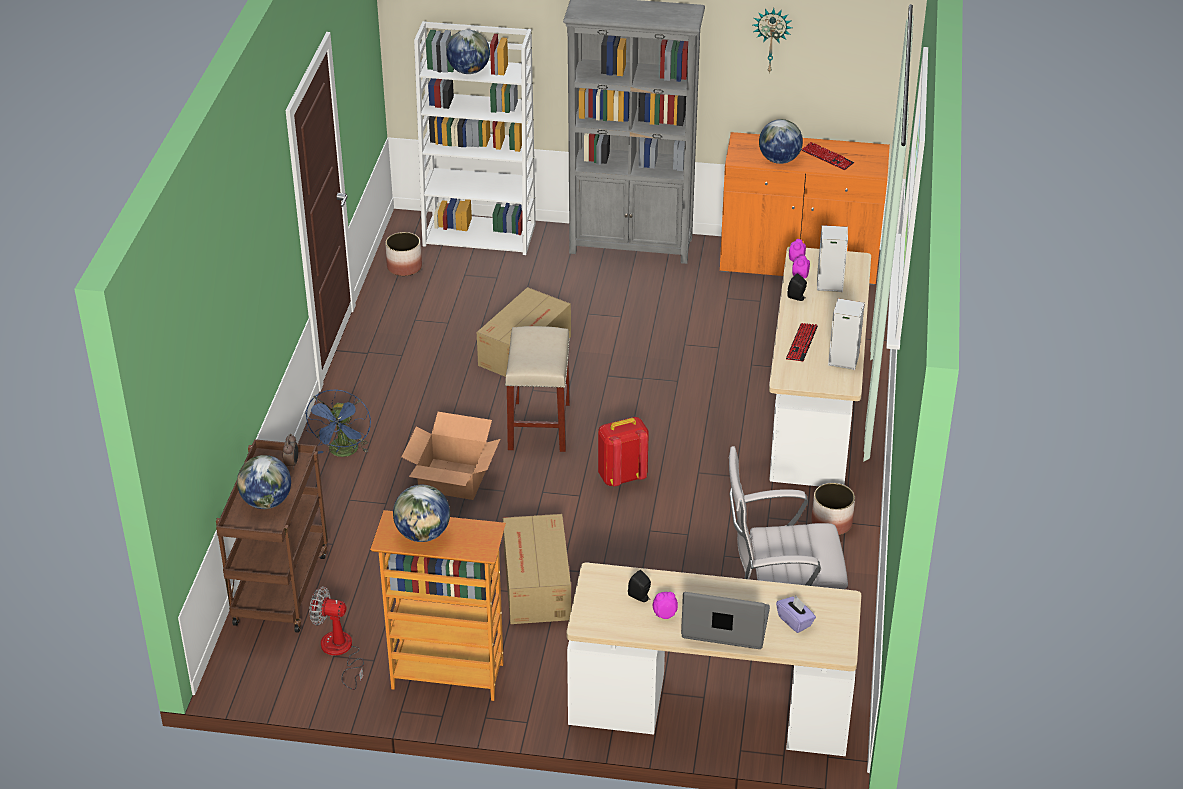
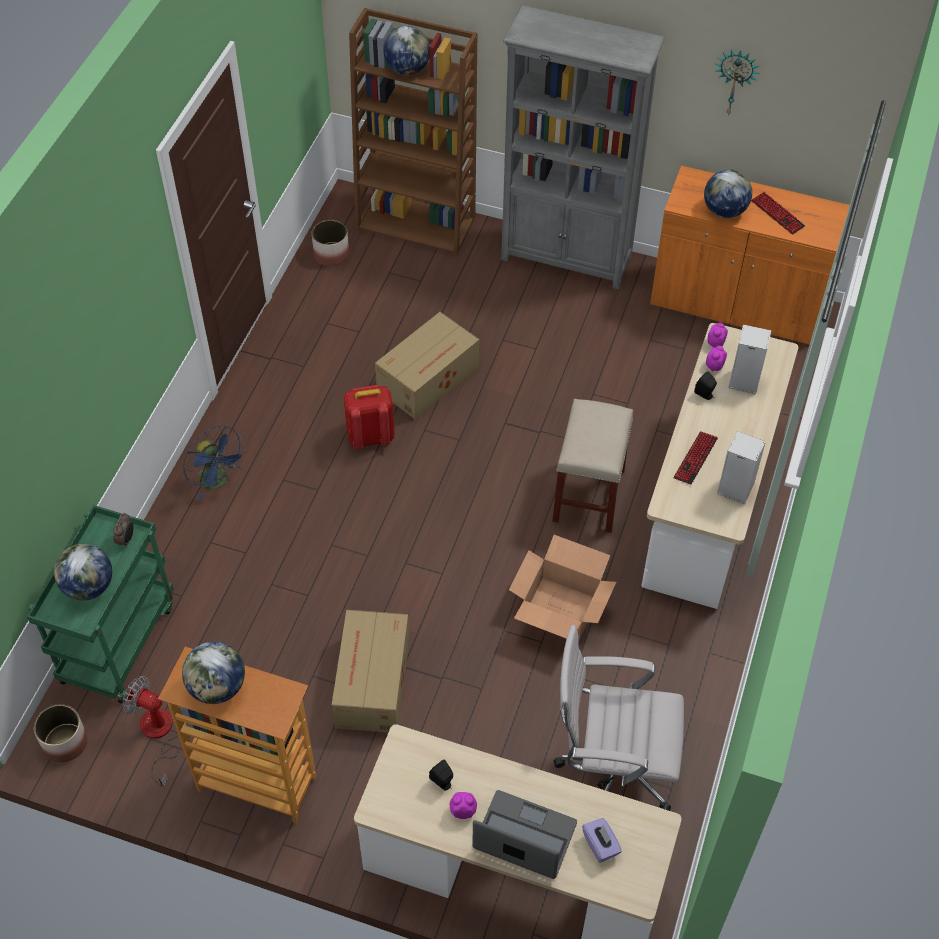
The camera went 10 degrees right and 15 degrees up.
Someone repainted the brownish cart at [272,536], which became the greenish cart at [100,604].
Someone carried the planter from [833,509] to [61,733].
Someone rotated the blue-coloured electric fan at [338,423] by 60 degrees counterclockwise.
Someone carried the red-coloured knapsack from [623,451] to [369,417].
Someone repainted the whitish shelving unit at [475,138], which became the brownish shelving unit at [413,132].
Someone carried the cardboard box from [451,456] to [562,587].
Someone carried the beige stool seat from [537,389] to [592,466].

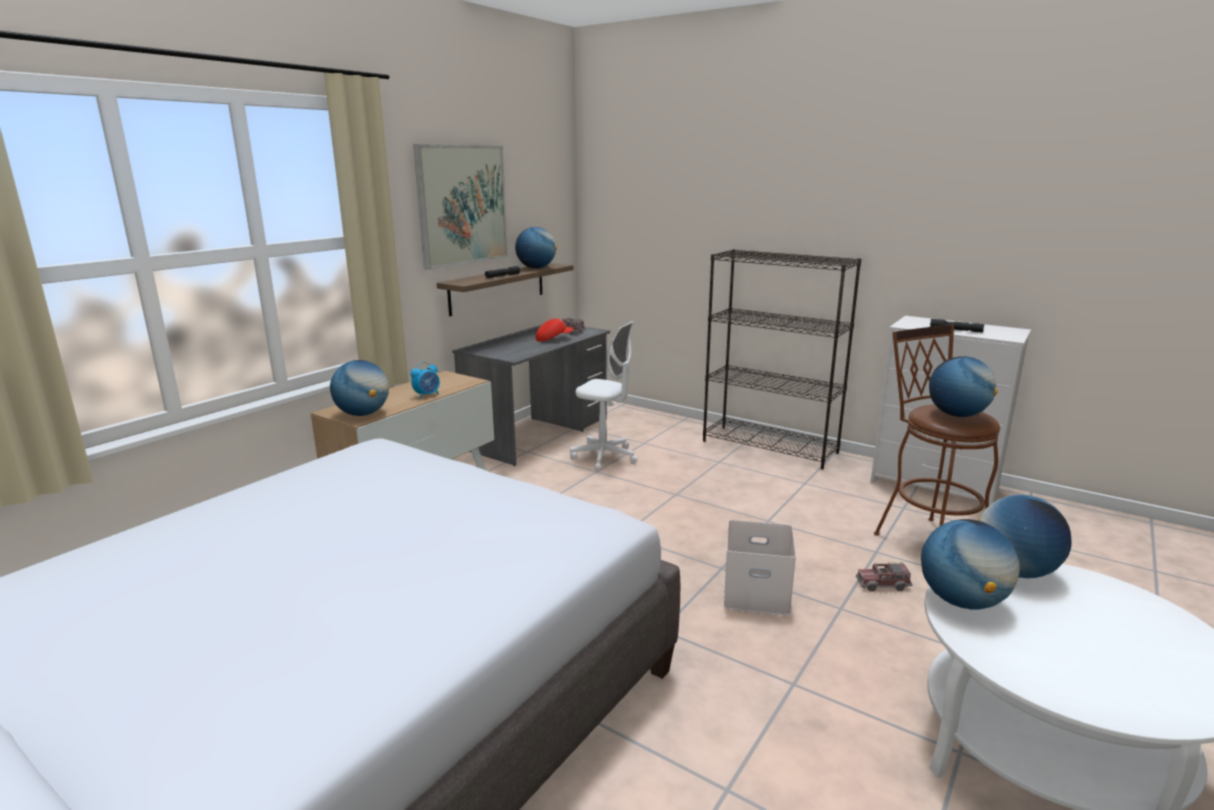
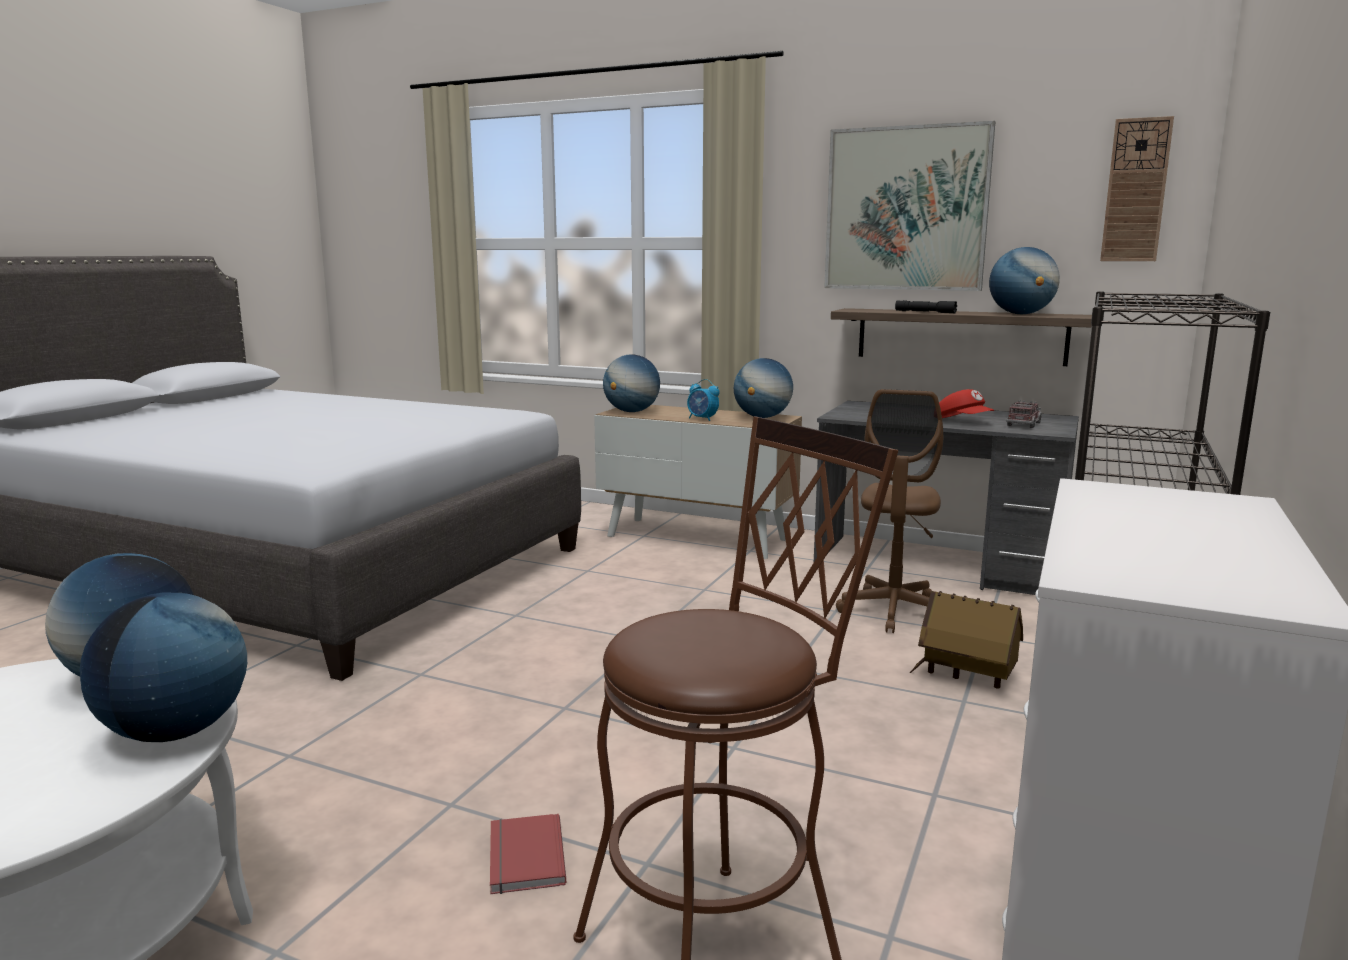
The camera went 80 degrees right and 5 degrees down.
Someone swapped the model truck at [884,577] for the red-coloured book at [528,854].
Someone carried the globe from [963,386] to [763,388].
Someone repainted the whitish office chair at [603,396], which became the brownish office chair at [889,511].
Someone put down the miniature house at [966,640].
Someone put up the wall clock at [1137,188].
Someone took away the whitish storage box at [759,568].
Someone took away the blackish flashlight at [957,325].

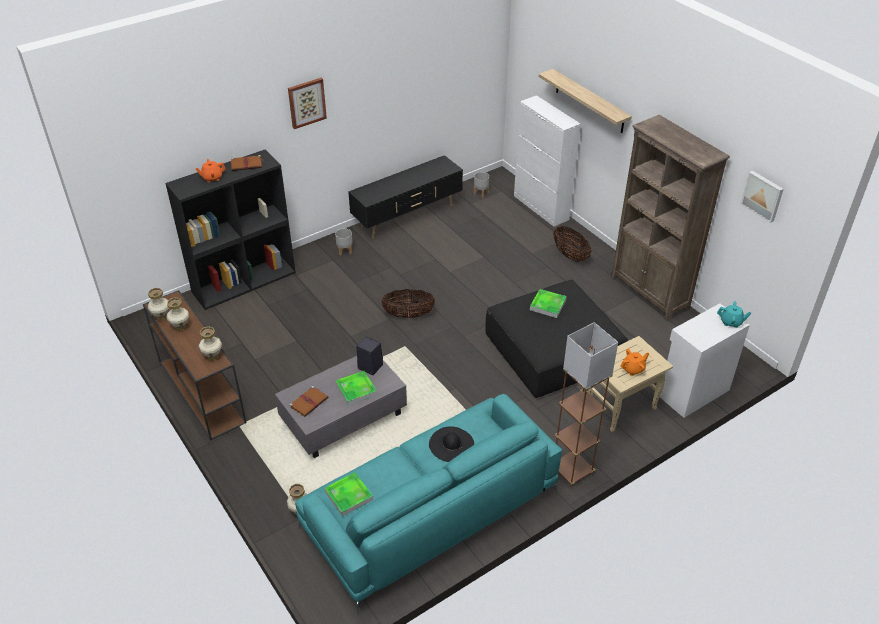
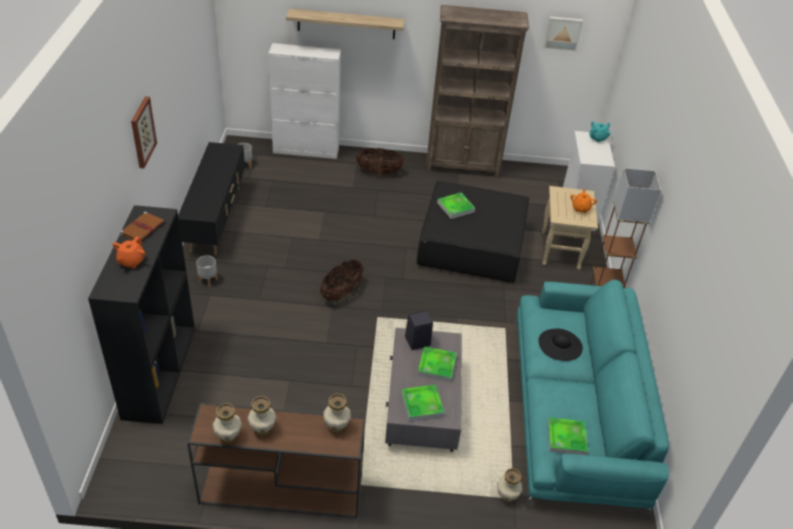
The camera went 55 degrees left and 0 degrees up.
Someone swapped the brownish book at [308,401] for the serving tray at [423,403].

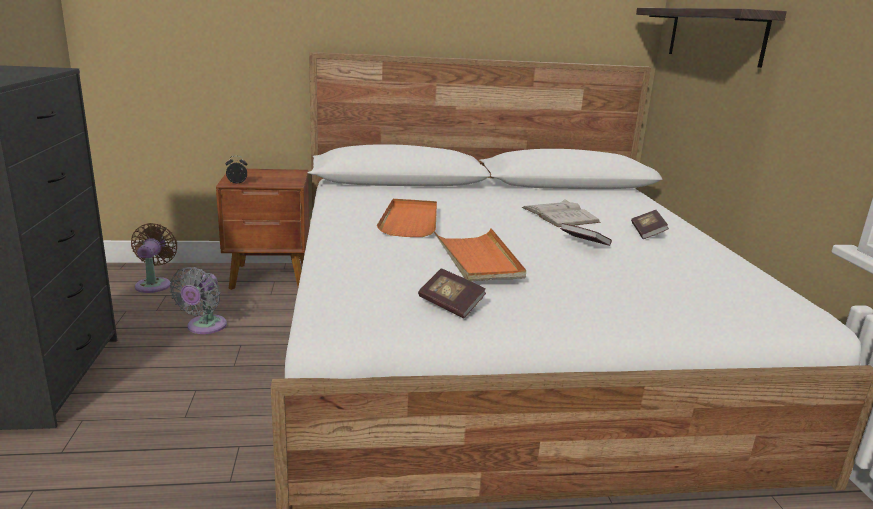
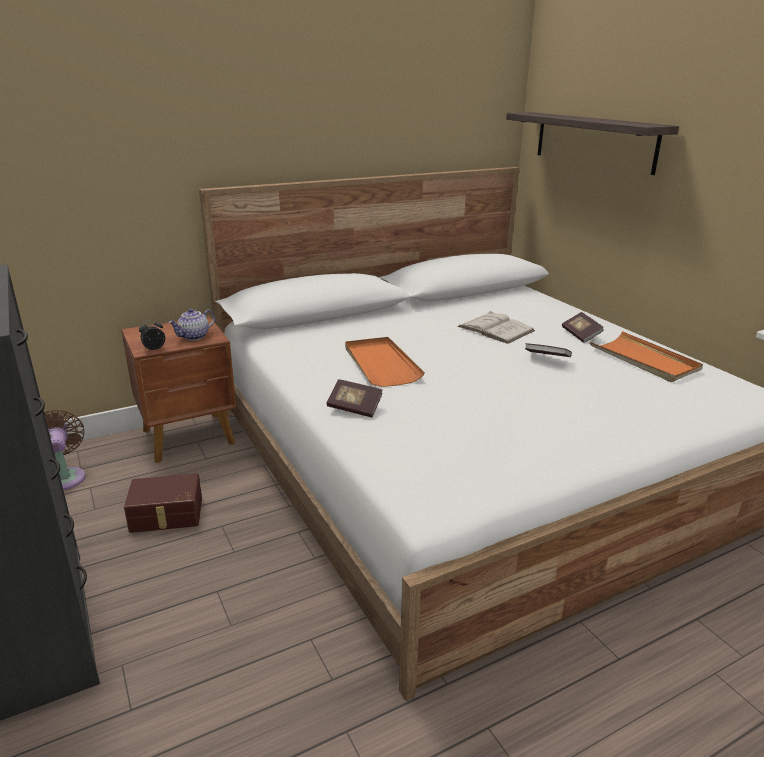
The camera went 20 degrees left and 5 degrees up.
Someone swapped the gray electric fan at [198,300] for the brownish storage box at [163,503].
Someone put down the teapot at [191,325].
Someone carried the book from [452,293] to [354,398].
Someone carried the orange-coloured serving tray from [479,254] to [646,356].

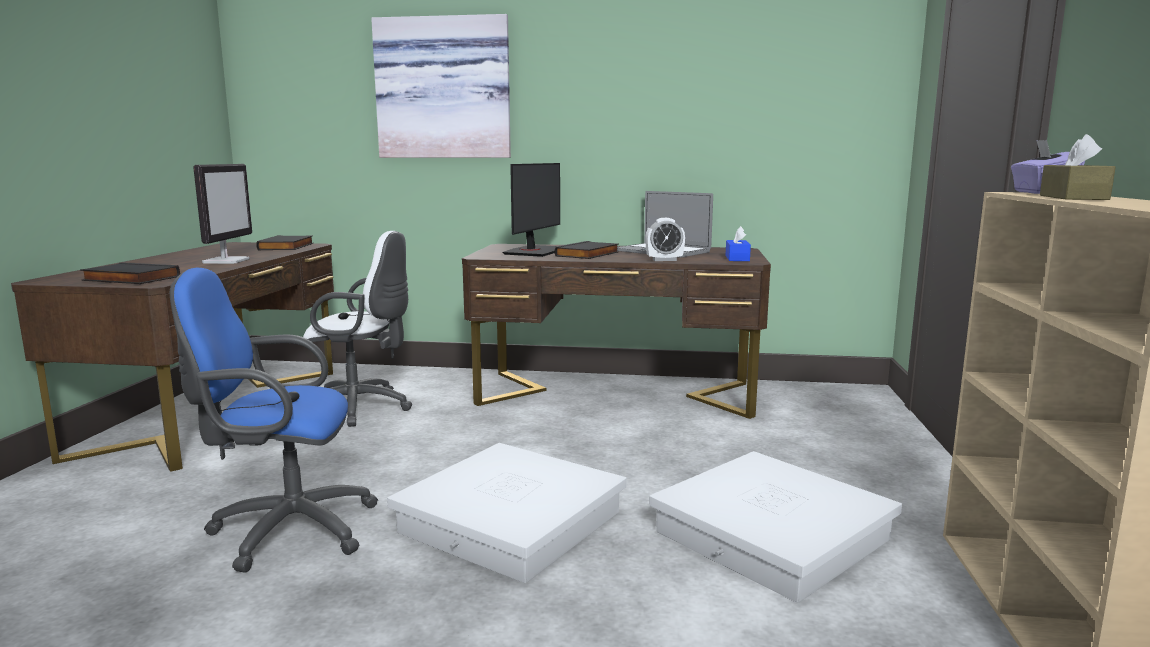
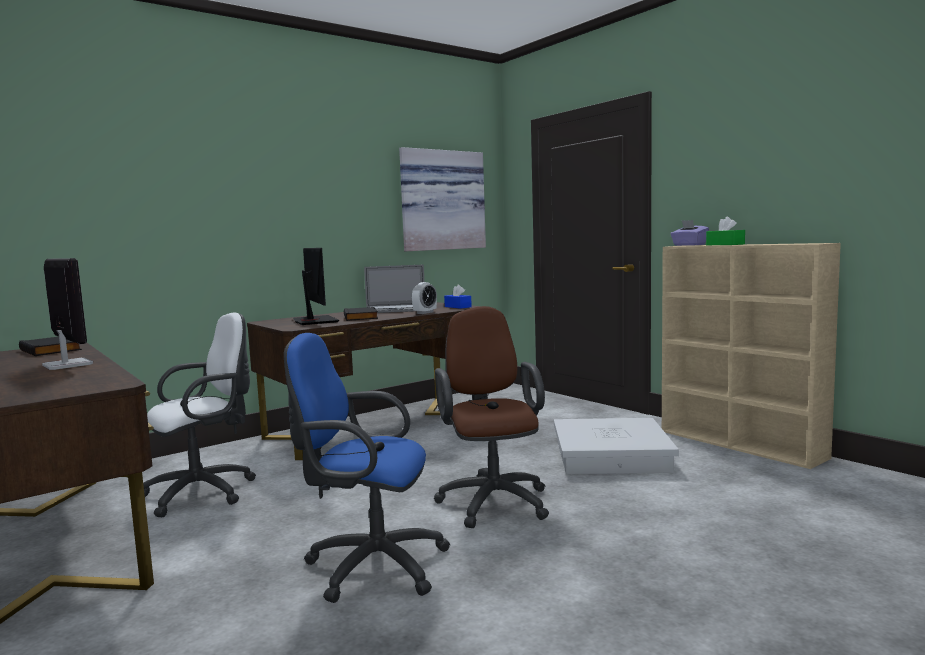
The camera went 45 degrees left and 5 degrees down.
Someone rotated the blue-coloured office chair at [274,420] by 60 degrees clockwise.
Someone carried the wall picture from [441,86] to [442,199].
Someone swapped the whitish storage box at [507,513] for the brownish office chair at [491,417].
Someone repainted the brownish tissue box at [1078,167], which became the greenish tissue box at [725,231].
Someone took away the blackish book at [130,273].

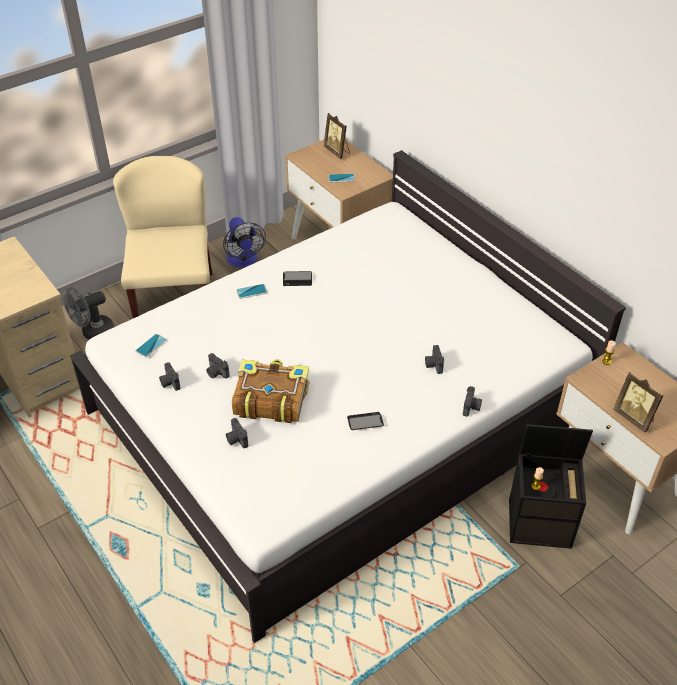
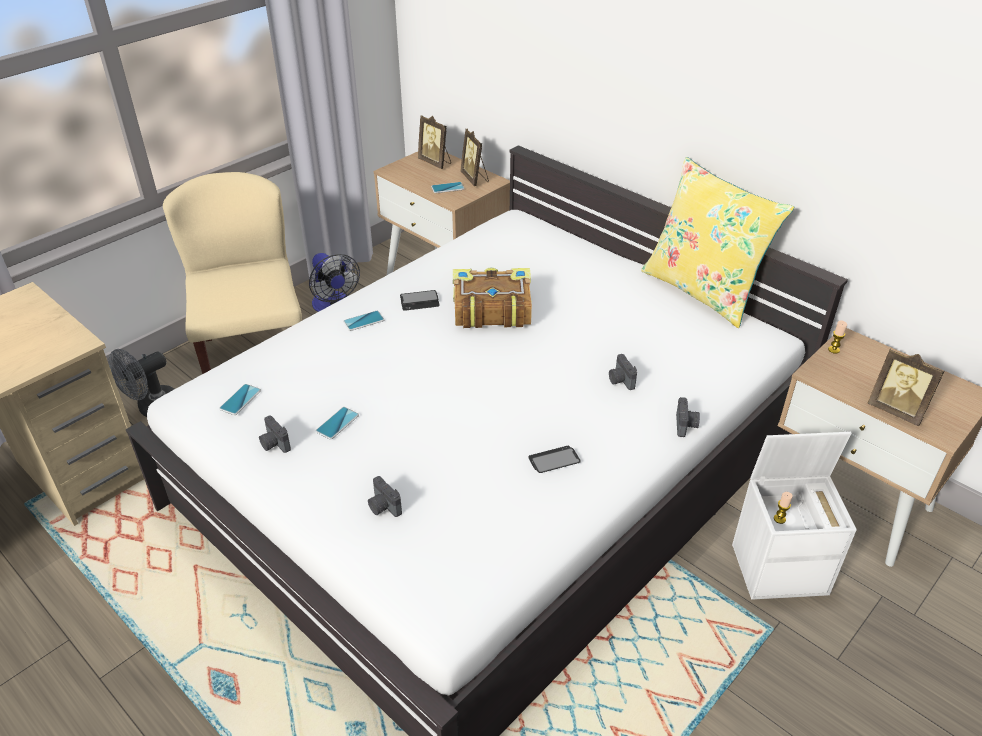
The camera went 10 degrees left and 5 degrees down.
Someone swapped the photo camera at [218,366] for the handset at [337,423].
Someone carried the book from [270,391] to [492,298].
Someone put down the photo frame at [474,157].
Someone put down the yellowish cushion at [717,242].
Someone repainted the blackish storage box at [551,486], which became the whitish storage box at [794,516].

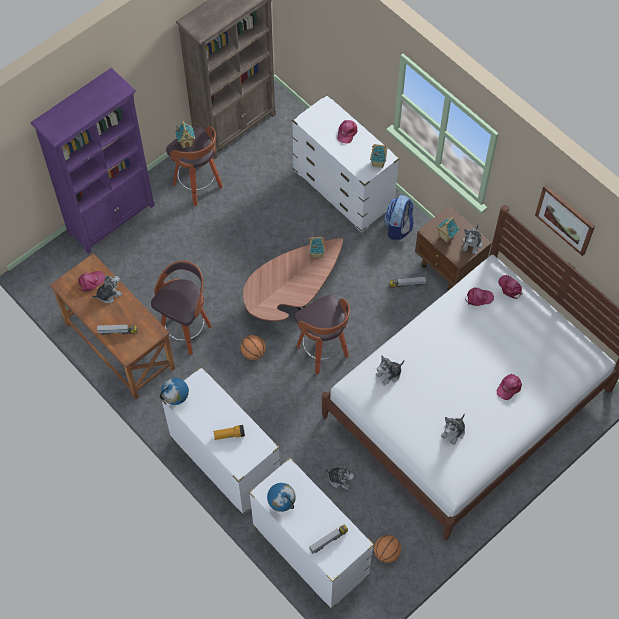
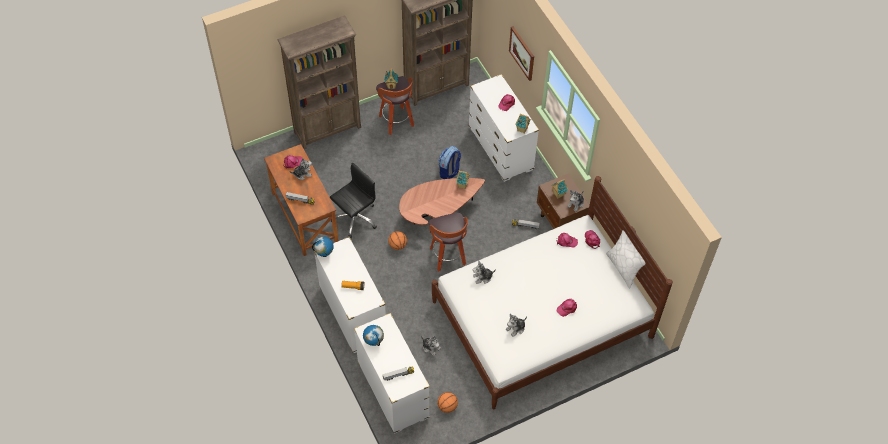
The camera went 15 degrees right and 5 degrees down.
Someone repainted the purplish shelving unit at [93,161], which became the brownish shelving unit at [319,82].
Someone swapped the stool seat at [181,308] for the blackish office chair at [353,200].
Someone carried the knapsack from [399,217] to [450,162].
Someone carried the wall picture from [565,220] to [521,53].
Someone put down the whitish cushion at [625,259].

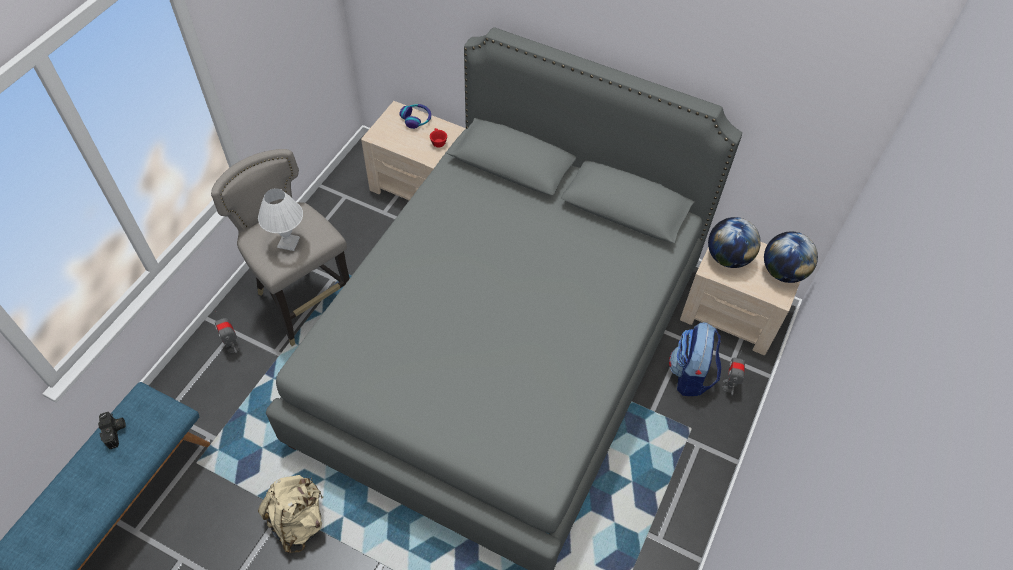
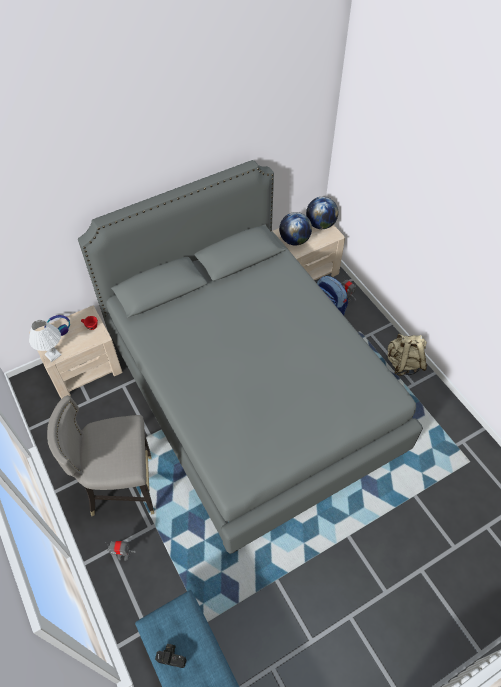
The camera went 55 degrees left and 0 degrees up.
Someone carried the whitish table lamp from [280,219] to [45,341].
Someone carried the beige knapsack from [290,514] to [407,354].

